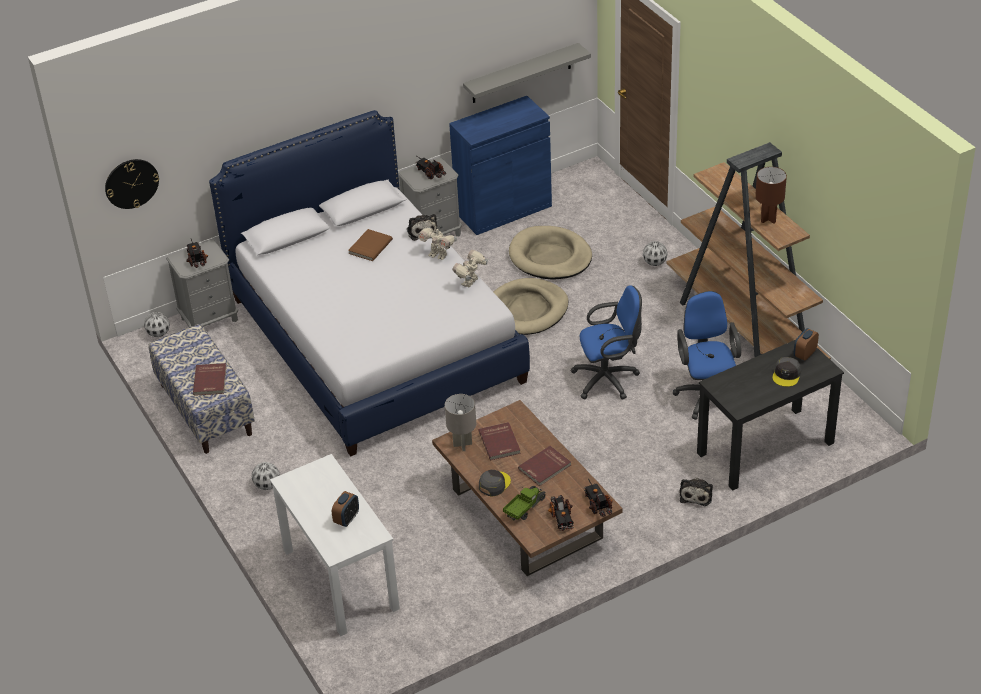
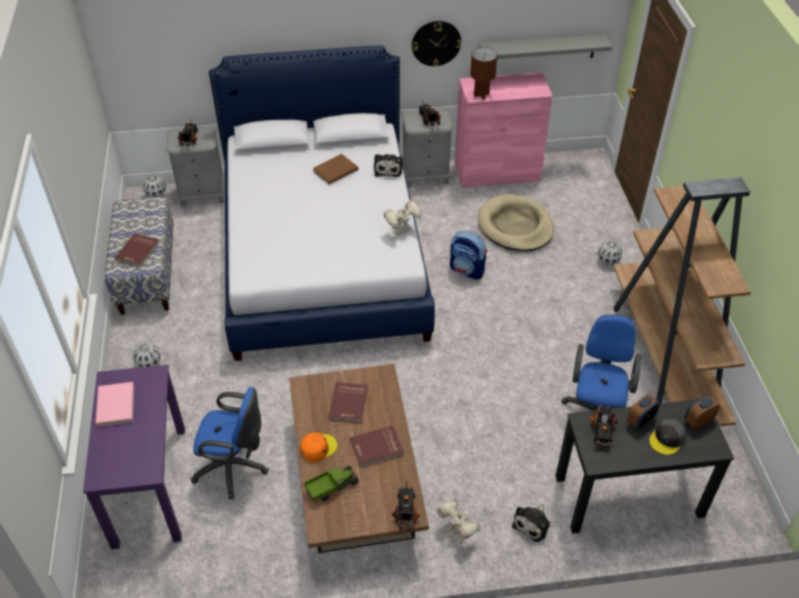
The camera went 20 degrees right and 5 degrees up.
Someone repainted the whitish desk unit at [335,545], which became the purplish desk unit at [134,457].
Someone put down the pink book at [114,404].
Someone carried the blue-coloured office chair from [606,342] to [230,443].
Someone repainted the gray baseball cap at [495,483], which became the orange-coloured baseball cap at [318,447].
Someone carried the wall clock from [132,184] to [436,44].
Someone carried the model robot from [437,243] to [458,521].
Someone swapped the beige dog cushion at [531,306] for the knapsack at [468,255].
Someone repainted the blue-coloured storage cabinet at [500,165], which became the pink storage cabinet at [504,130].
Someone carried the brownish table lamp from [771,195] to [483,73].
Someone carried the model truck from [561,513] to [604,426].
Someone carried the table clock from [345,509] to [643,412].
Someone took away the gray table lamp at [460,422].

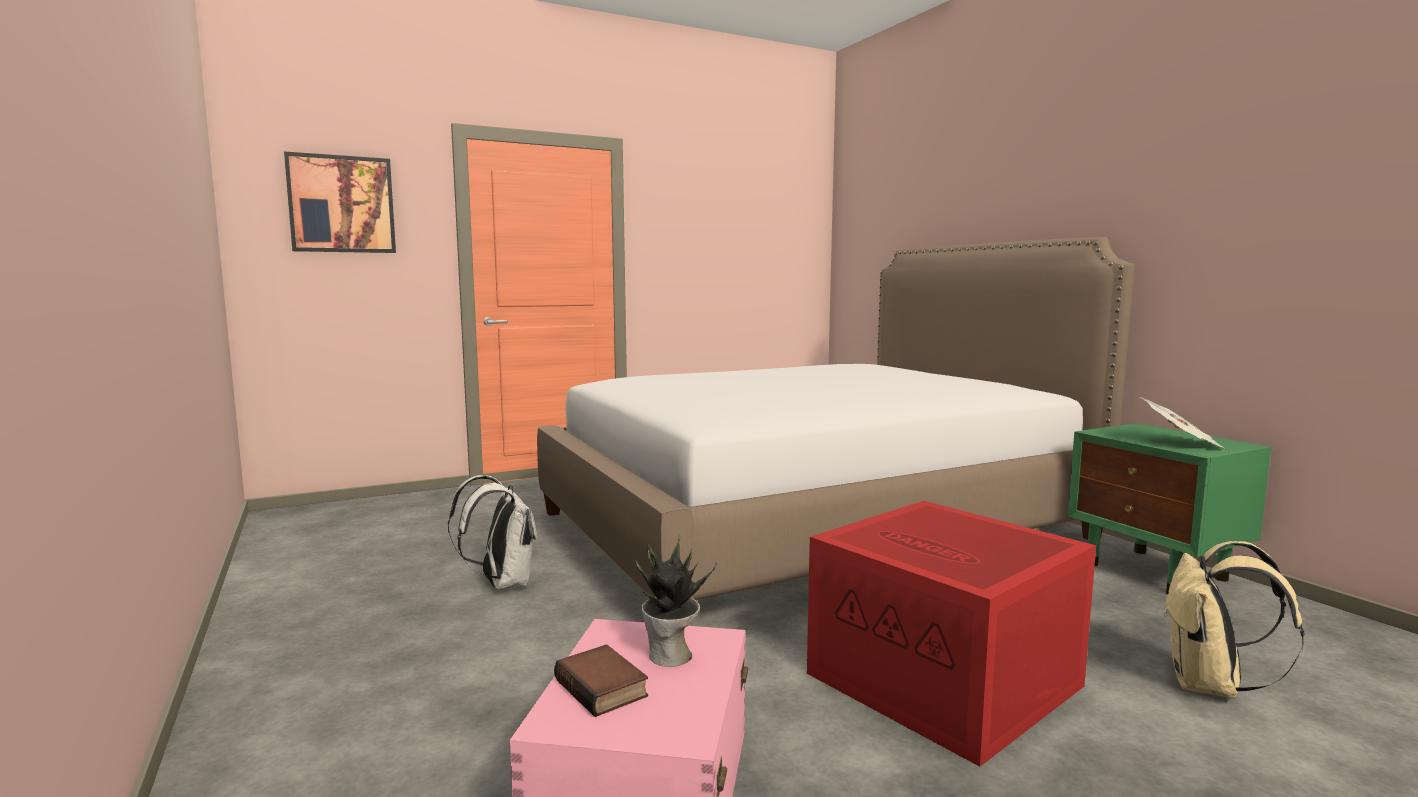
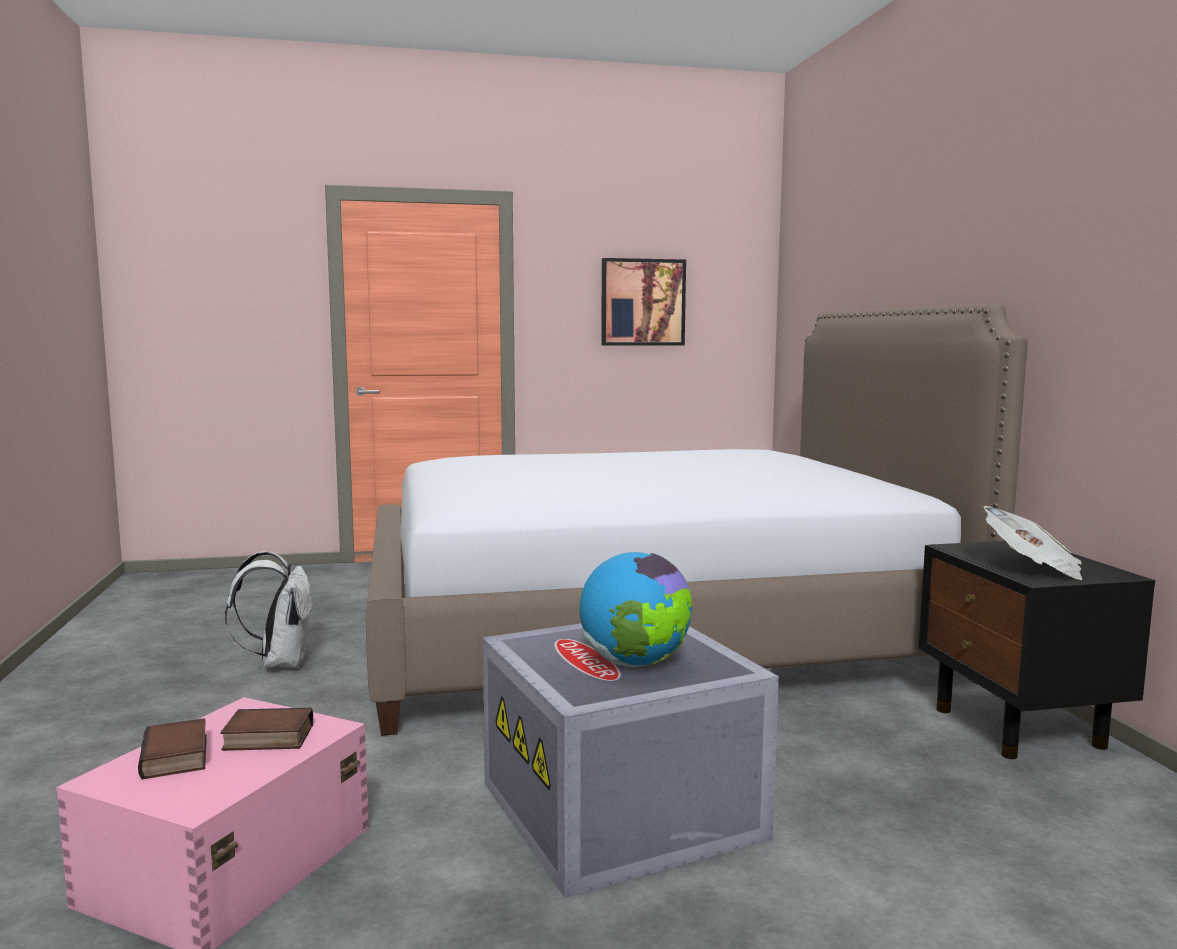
The camera went 15 degrees right and 0 degrees up.
Someone swapped the potted plant at [675,601] for the book at [266,729].
Someone repainted the red-coloured storage box at [951,634], which became the gray storage box at [630,760].
Someone put down the globe at [635,609].
Someone carried the wall picture from [340,202] to [643,302].
Someone repainted the greenish nightstand at [1170,508], which became the blackish nightstand at [1037,650].
Someone took away the beige knapsack at [1234,620].

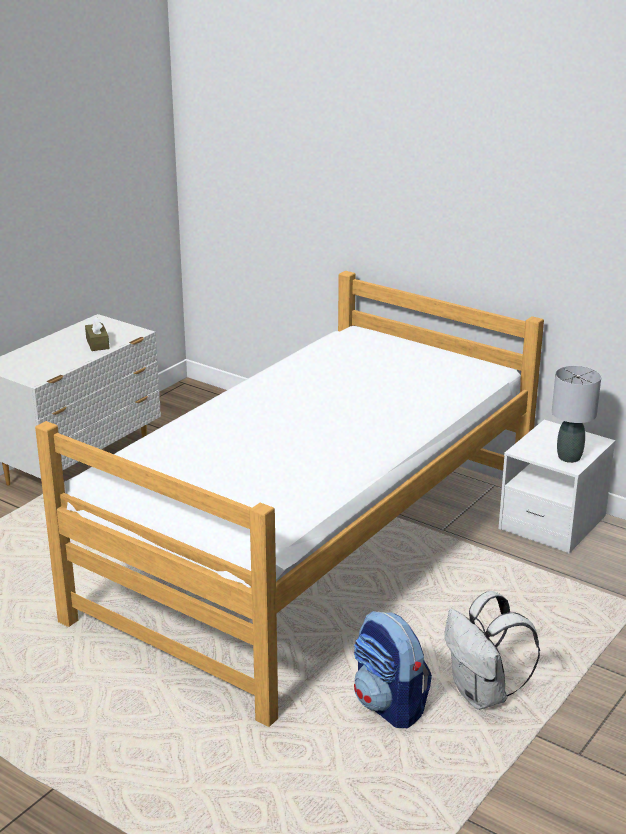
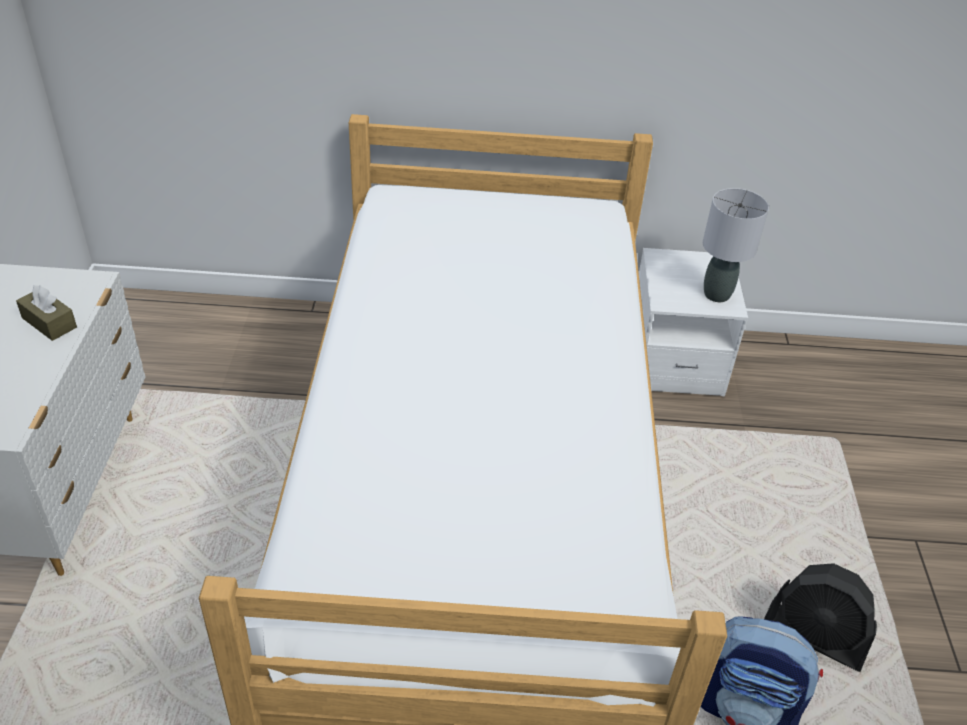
The camera went 35 degrees left and 15 degrees up.
Someone swapped the whitish knapsack at [492,650] for the blackish electric fan at [820,617].

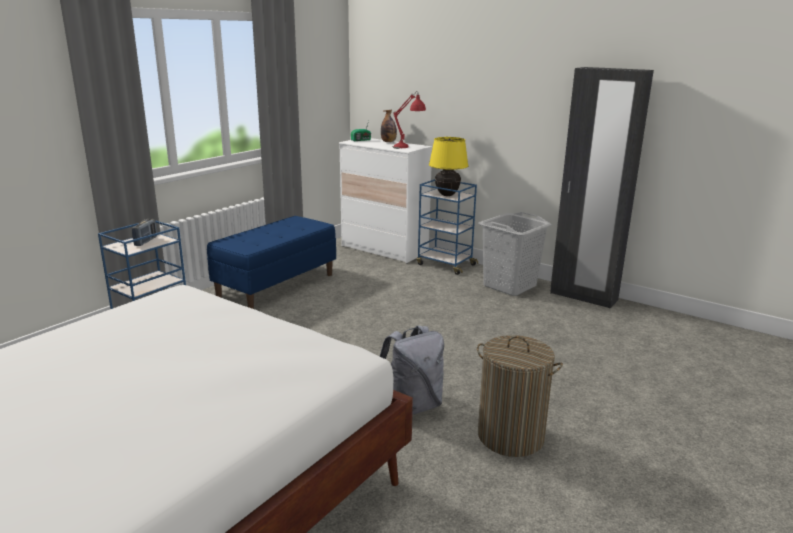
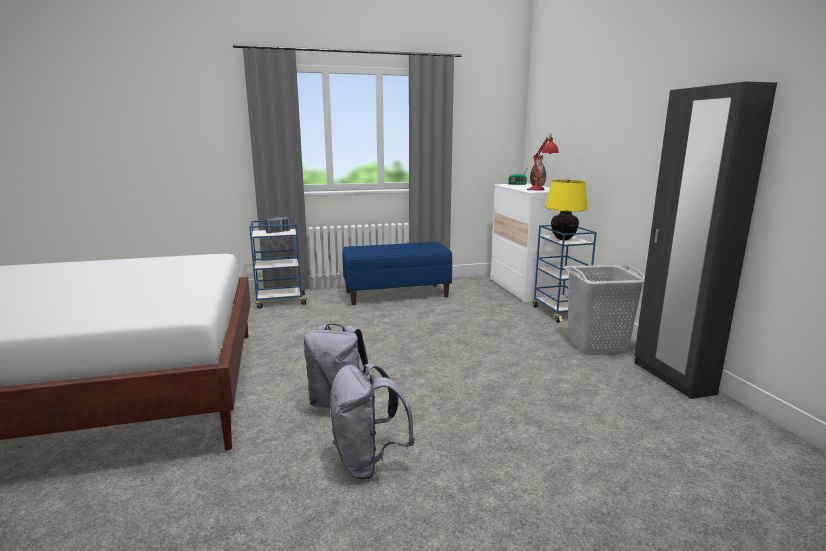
The camera went 40 degrees right and 5 degrees down.
Someone swapped the washing basket at [520,396] for the gray knapsack at [372,421].

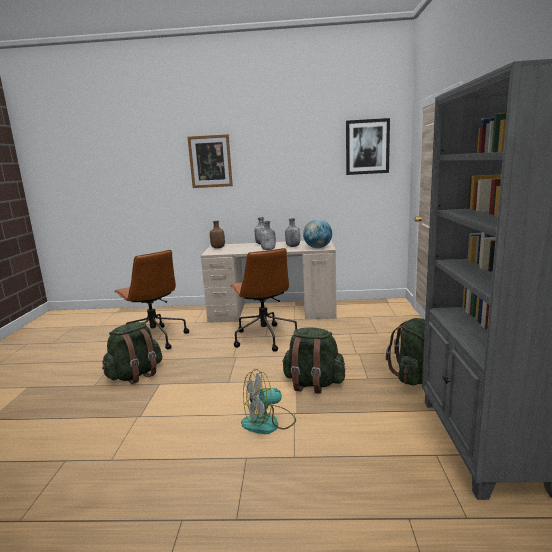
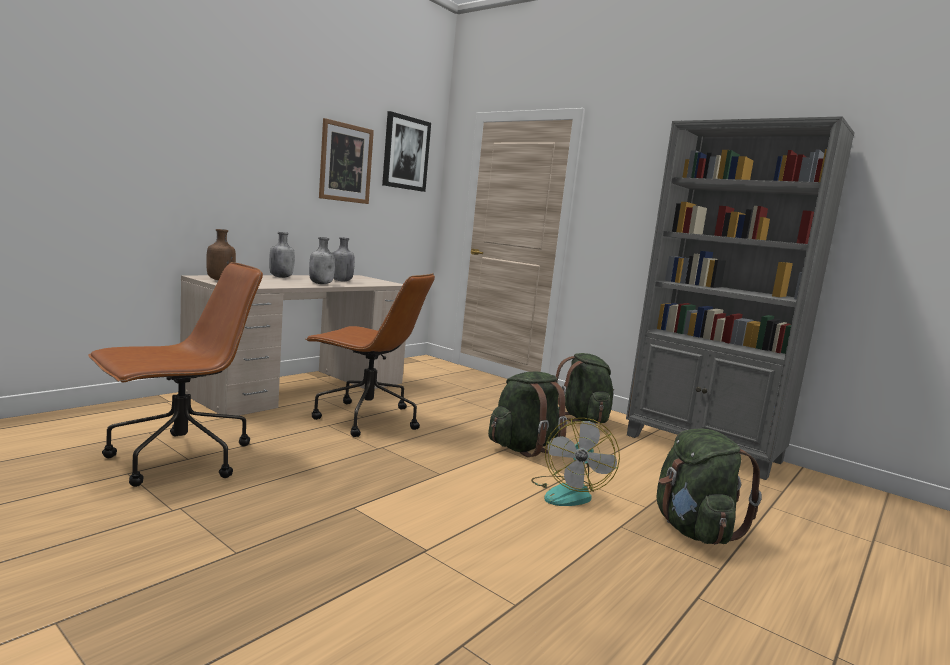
The camera went 55 degrees left and 5 degrees down.
Someone rotated the brownish office chair at [151,299] by 45 degrees counterclockwise.
Someone carried the wall picture from [210,161] to [346,161].
Someone carried the greenish knapsack from [132,353] to [709,486].
Someone took away the globe at [317,233].

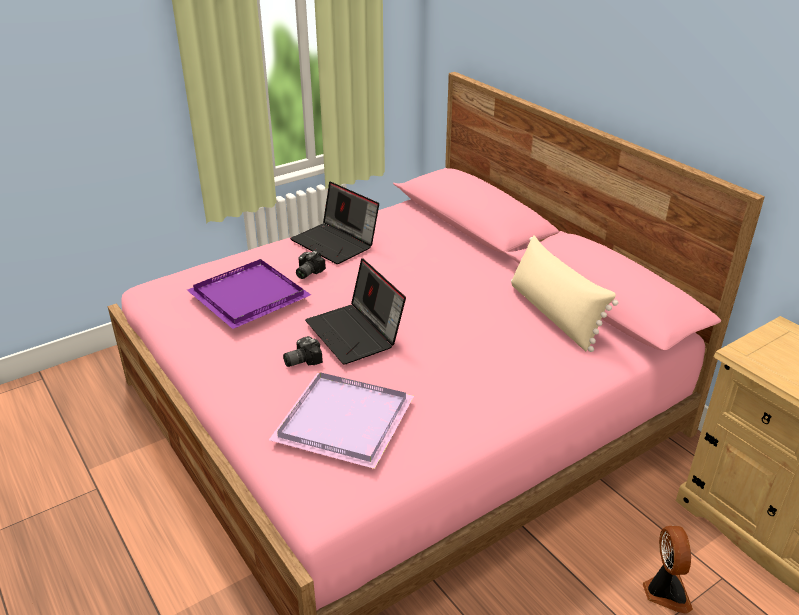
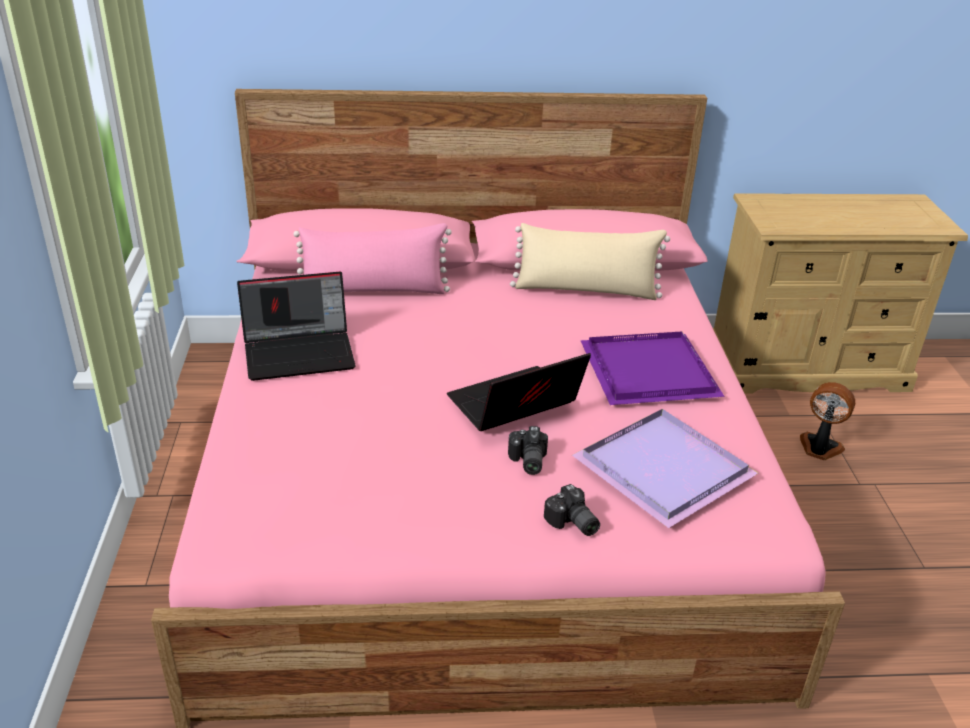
The camera went 60 degrees left and 0 degrees up.
Someone put down the pink cushion at [372,258].
Someone rotated the laptop at [355,311] by 150 degrees clockwise.
Someone carried the photo camera from [311,265] to [572,510].
Someone carried the purplish serving tray from [249,294] to [653,368].

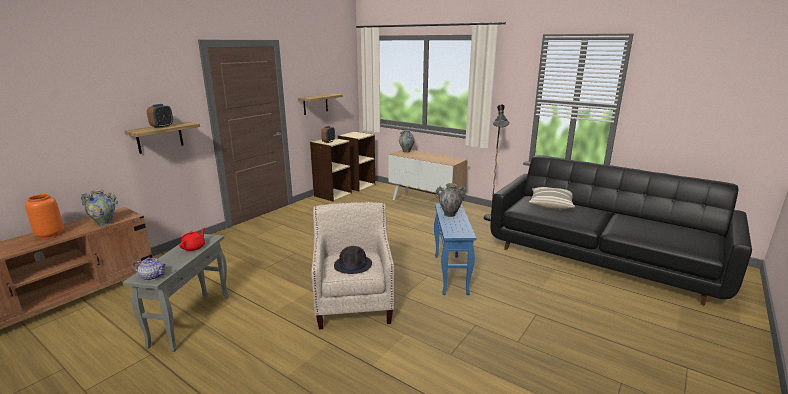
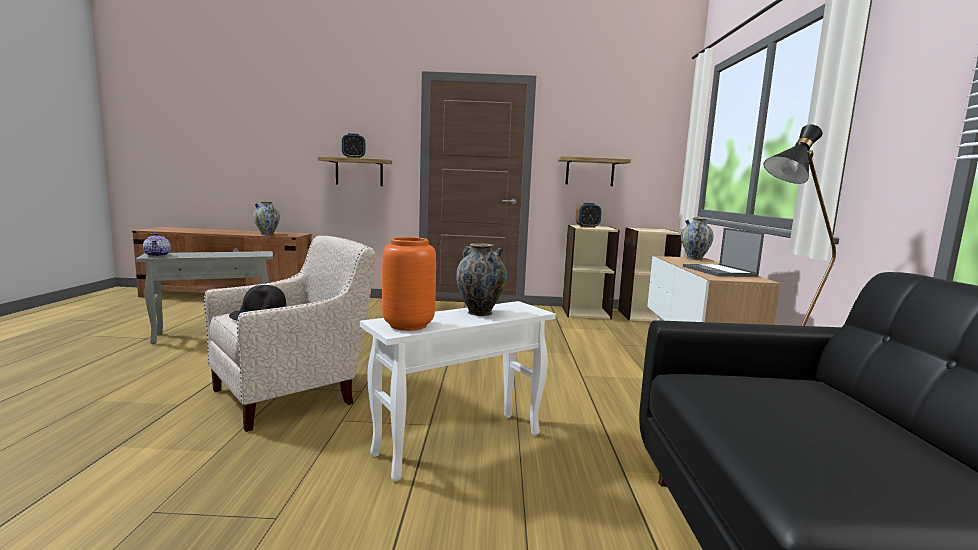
The camera went 55 degrees right and 10 degrees down.
Someone repainted the blue-coloured accent table at [455,249], which became the whitish accent table at [458,391].
Someone carried the orange-coloured decorative vase from [44,216] to [409,284].
Someone put down the laptop at [723,252].
Someone took away the red-coloured teapot at [192,239].
Someone took away the cushion at [552,198].

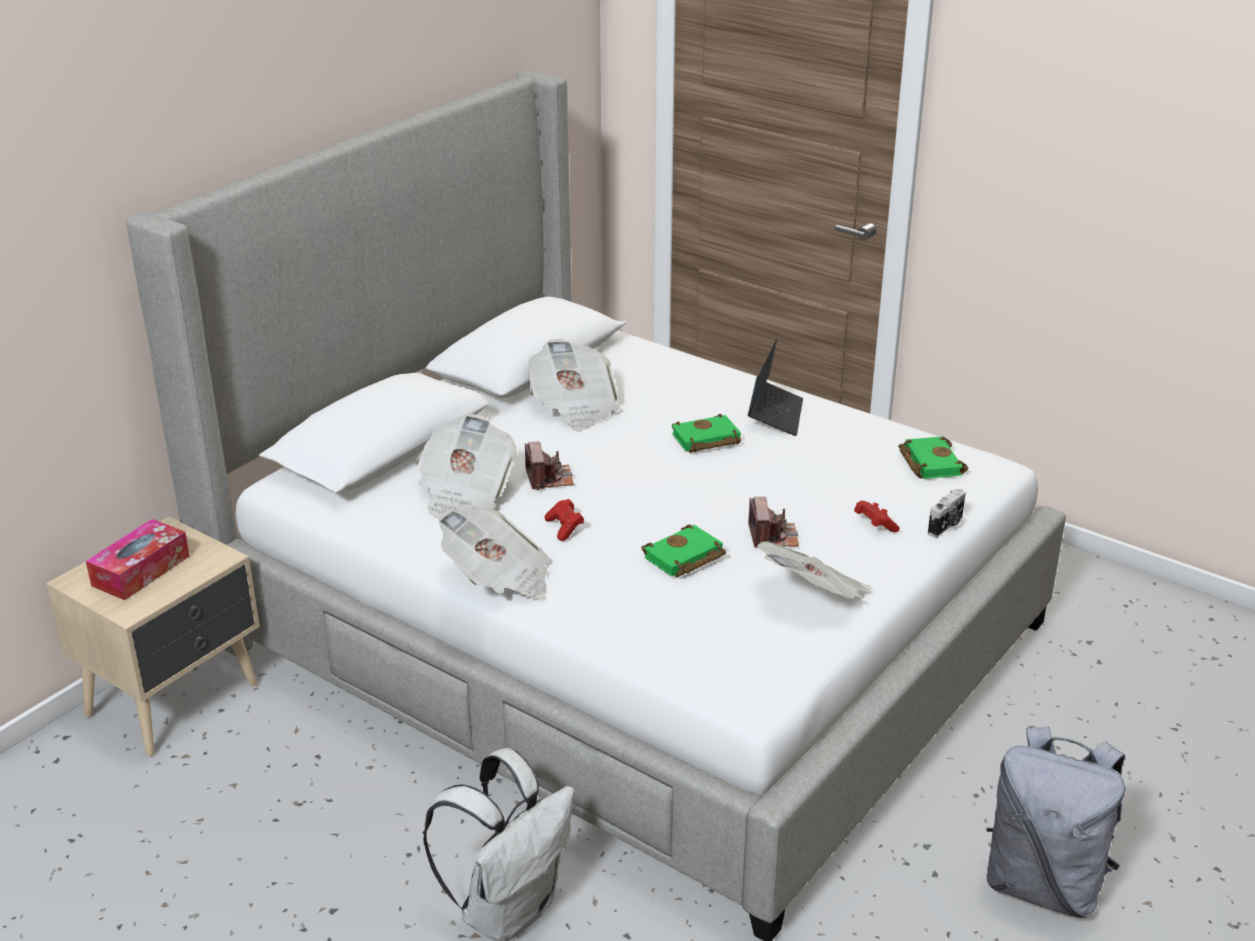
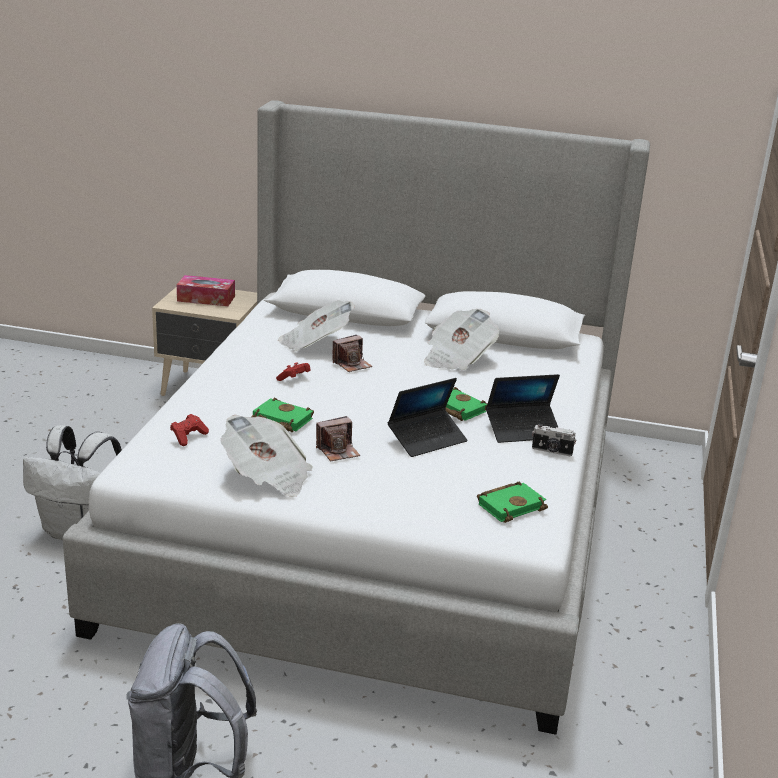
The camera went 65 degrees right and 5 degrees down.
Someone carried the red-coloured joypad from [877,516] to [189,430].
Someone put down the laptop at [427,417].
Someone carried the photo camera from [947,513] to [554,440].
Someone took away the newspaper at [493,553].

